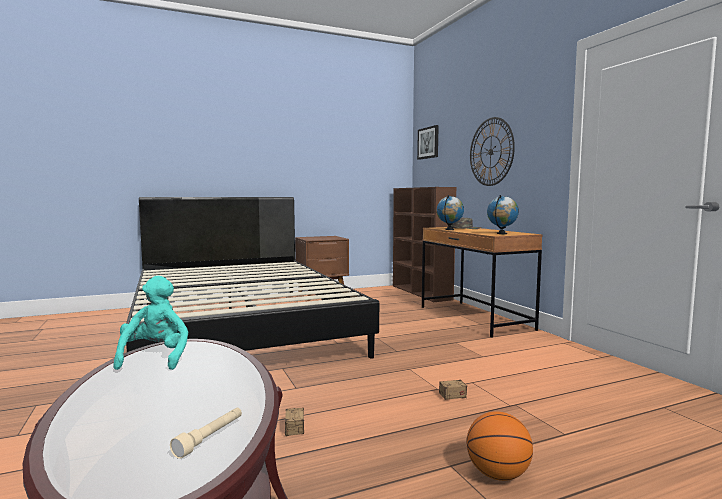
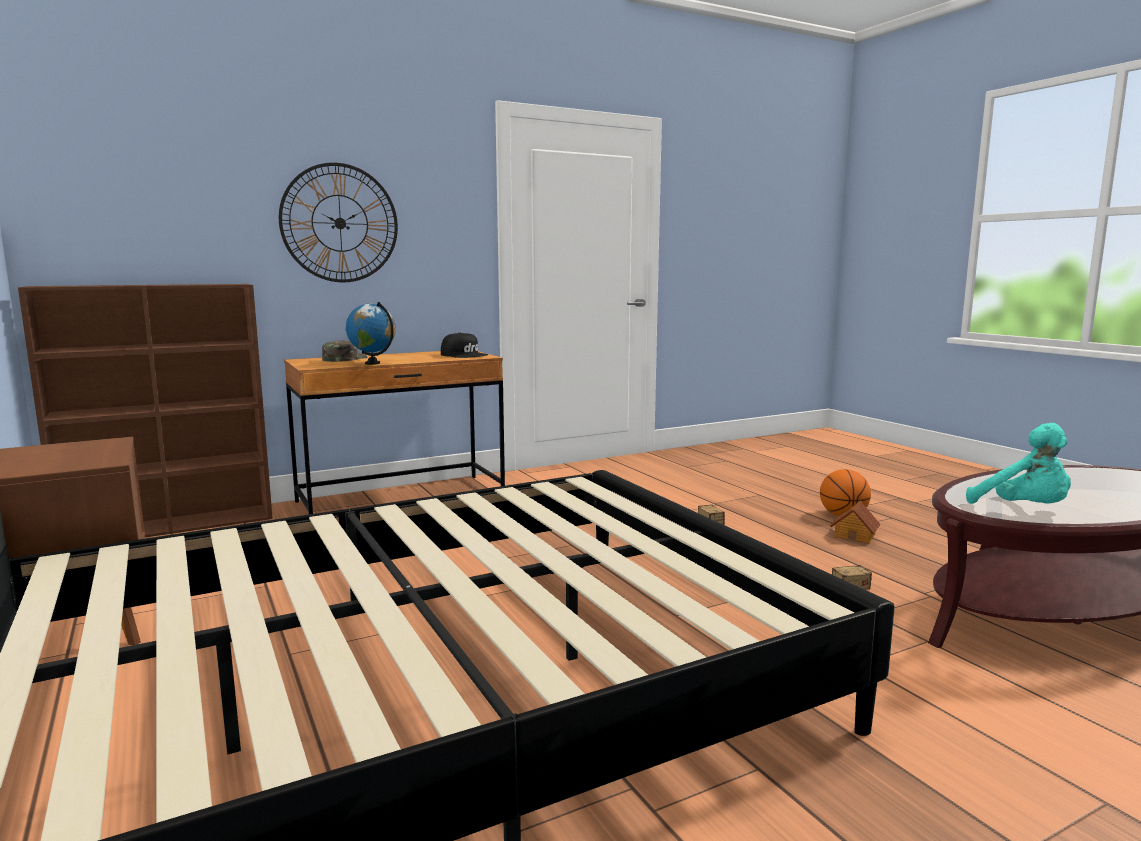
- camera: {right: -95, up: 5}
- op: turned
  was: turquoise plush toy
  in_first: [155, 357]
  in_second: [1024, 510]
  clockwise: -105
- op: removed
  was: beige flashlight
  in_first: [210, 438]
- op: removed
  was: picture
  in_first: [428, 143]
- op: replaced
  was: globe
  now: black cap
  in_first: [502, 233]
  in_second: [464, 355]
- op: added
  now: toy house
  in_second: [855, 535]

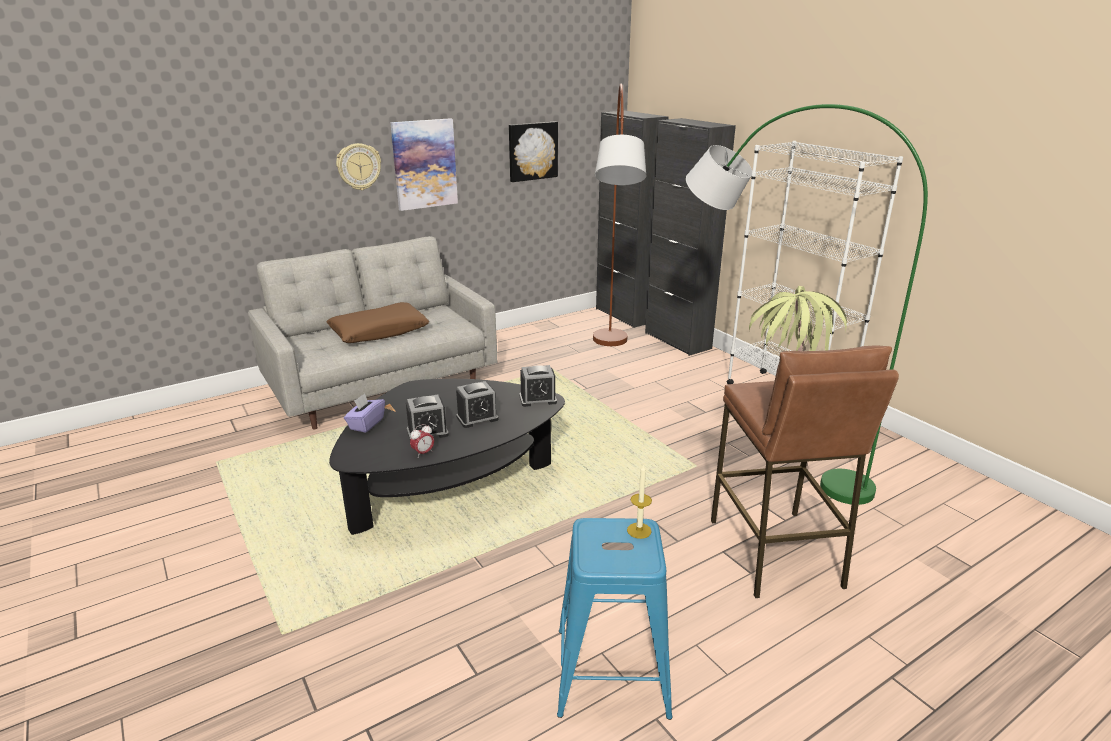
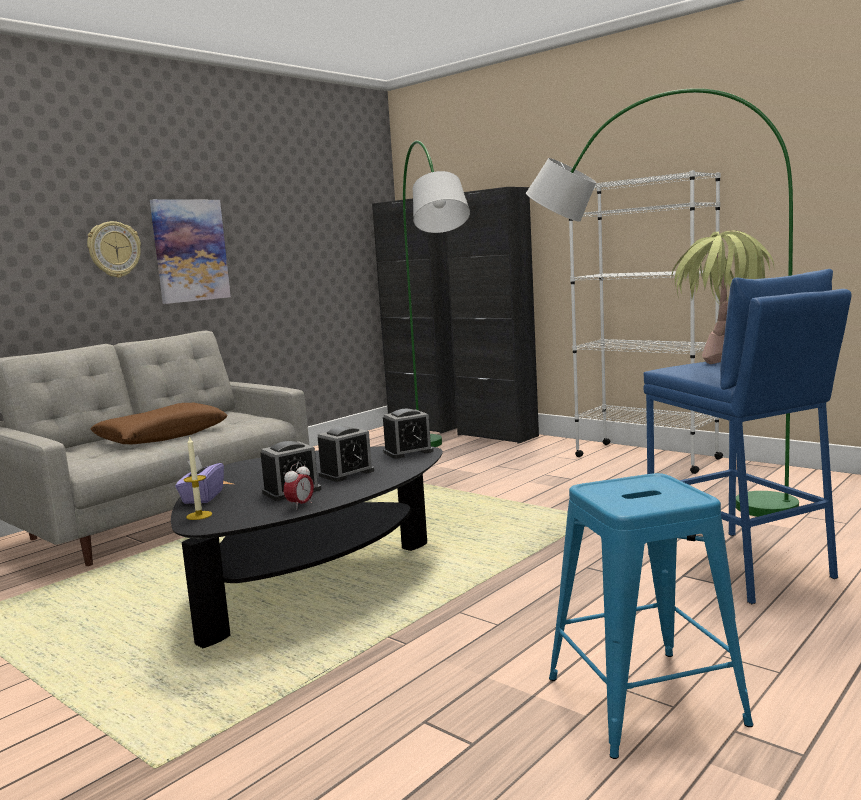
- camera: {right: -15, up: -15}
- op: removed
  was: picture
  in_first: [532, 151]
- op: recoloured
  was: brown floor lamp
  now: green floor lamp
  in_first: [611, 367]
  in_second: [439, 463]
- op: moved
  was: candle
  in_first: [639, 530]
  in_second: [199, 515]
- op: recoloured
  was: brown stool
  now: blue stool
  in_first: [775, 553]
  in_second: [739, 566]

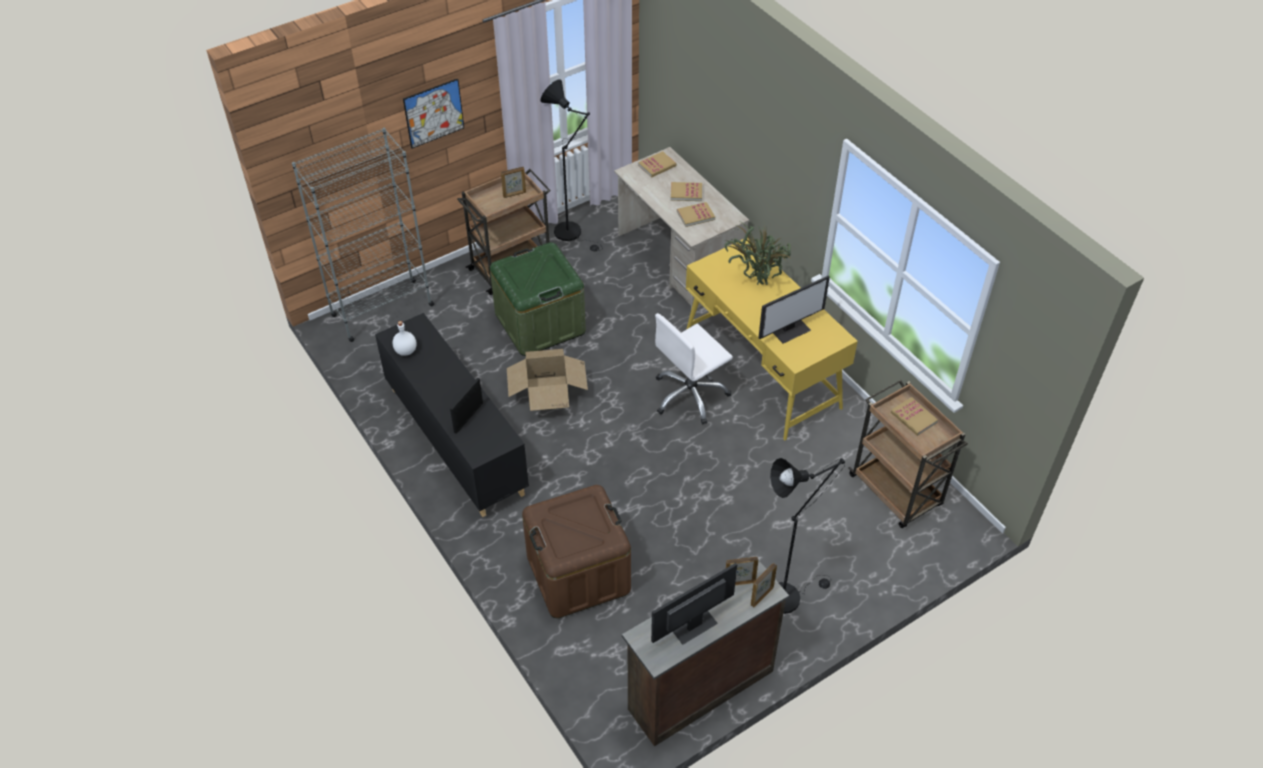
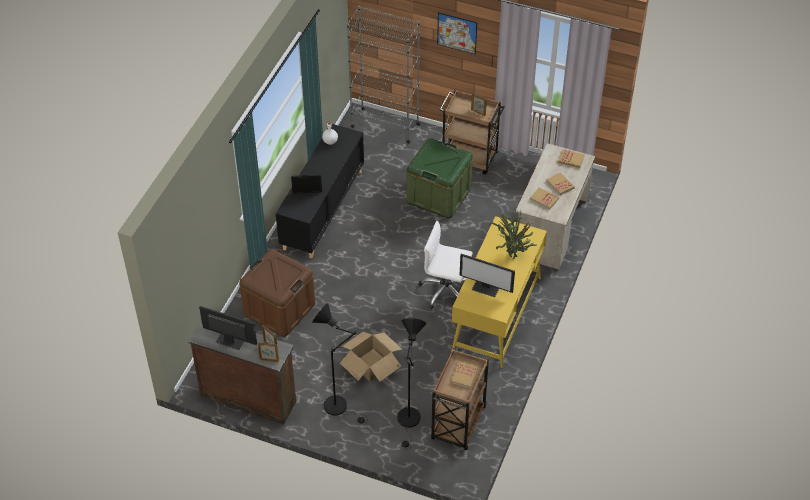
- camera: {right: 55, up: 0}
- op: moved
  was: cardboard box
  in_first: [548, 391]
  in_second: [371, 365]
- op: moved
  was: black floor lamp
  in_first: [572, 233]
  in_second: [409, 422]

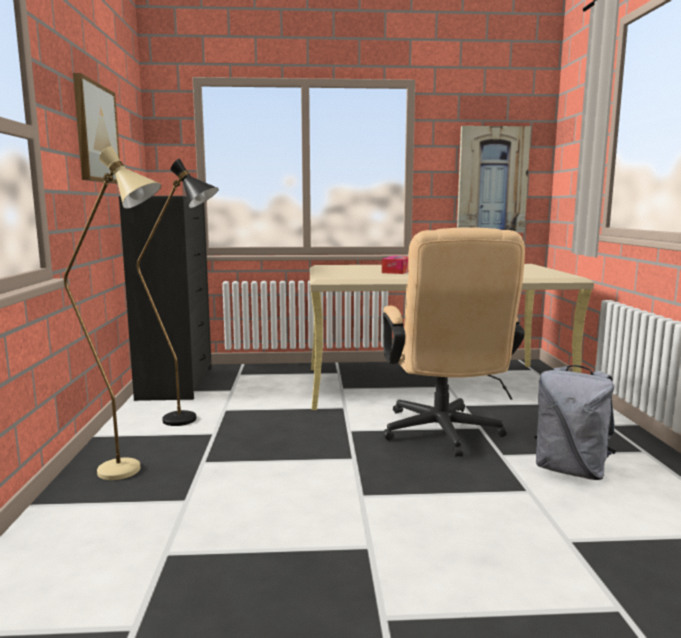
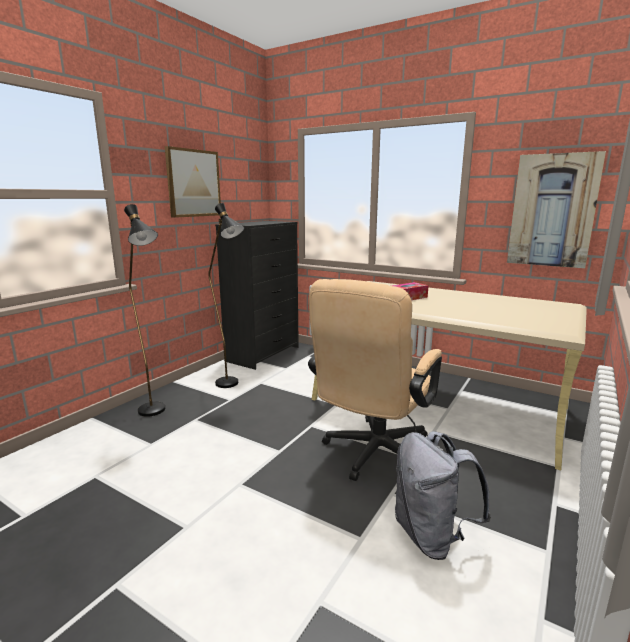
- camera: {right: 35, up: 5}
- op: recoloured
  was: beige floor lamp
  now: black floor lamp
  in_first: [133, 472]
  in_second: [156, 413]

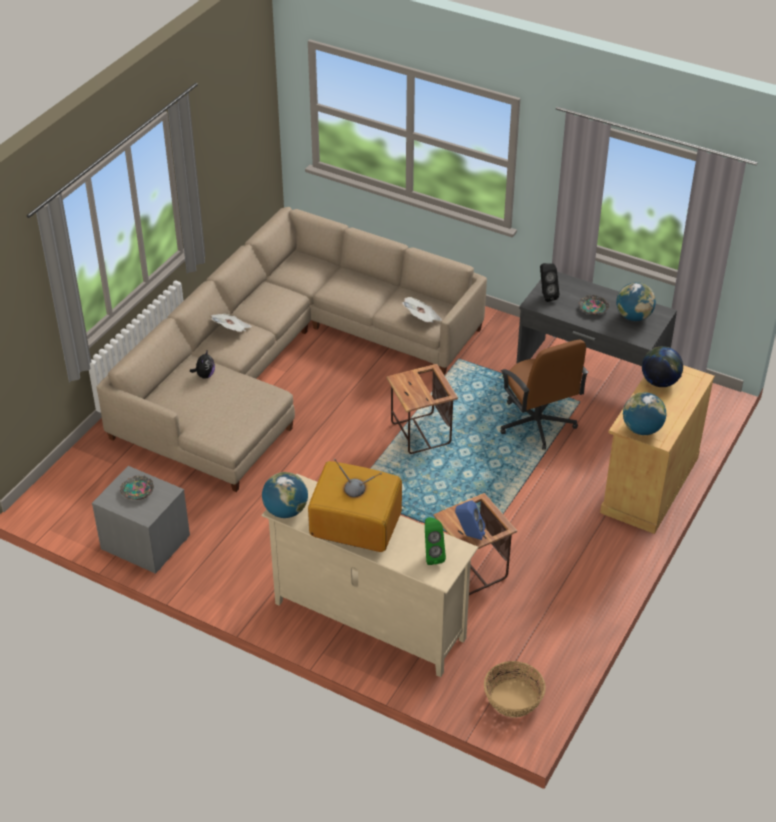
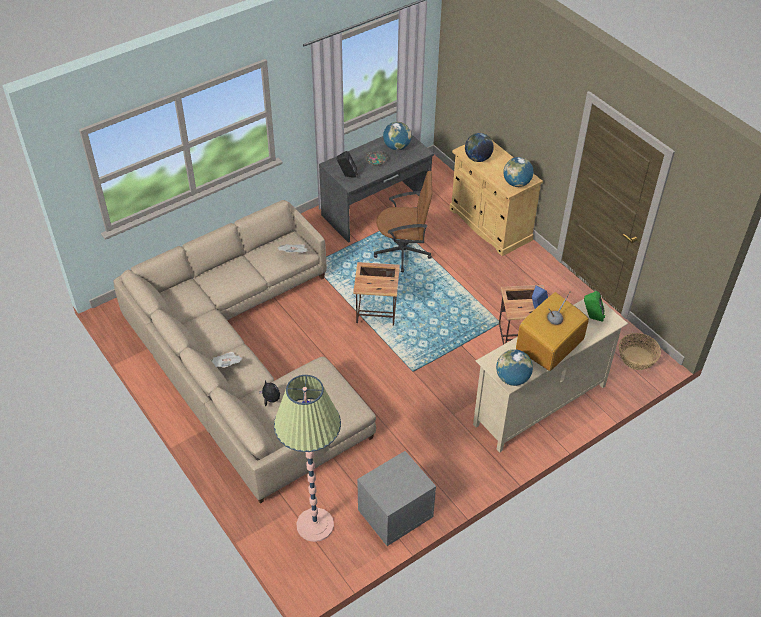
- camera: {right: -65, up: 5}
- op: removed
  was: bowl
  in_first: [137, 491]
- op: added
  now: floor lamp
  in_second: [315, 525]

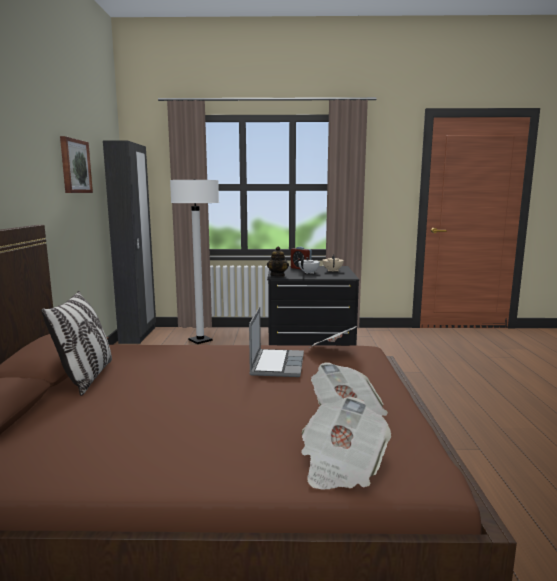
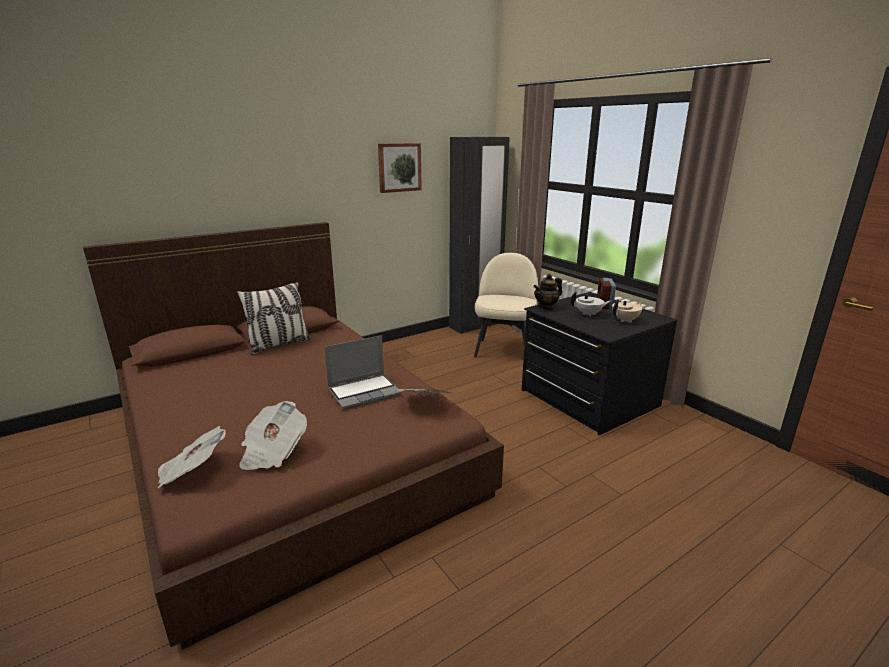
- camera: {right: 55, up: 10}
- op: replaced
  was: white floor lamp
  now: beige chair
  in_first: [200, 340]
  in_second: [504, 350]

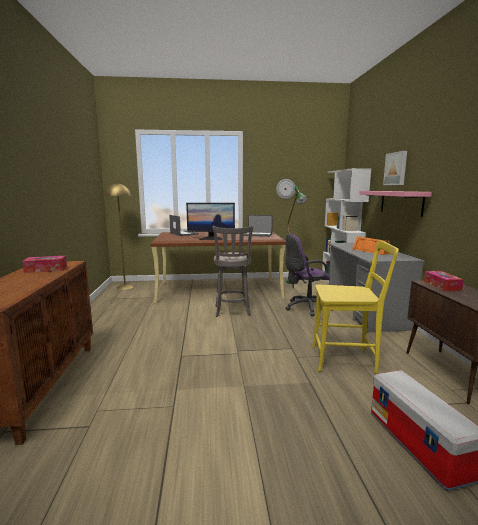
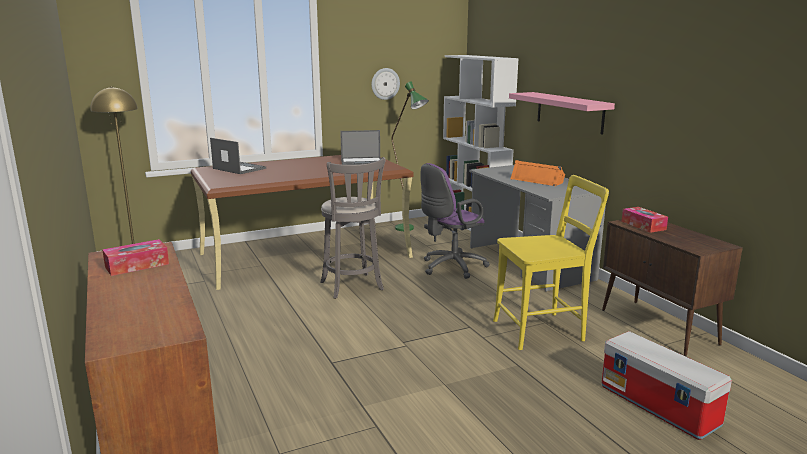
- camera: {right: -20, up: 5}
- op: removed
  was: monitor
  in_first: [211, 238]
- op: removed
  was: picture
  in_first: [396, 168]

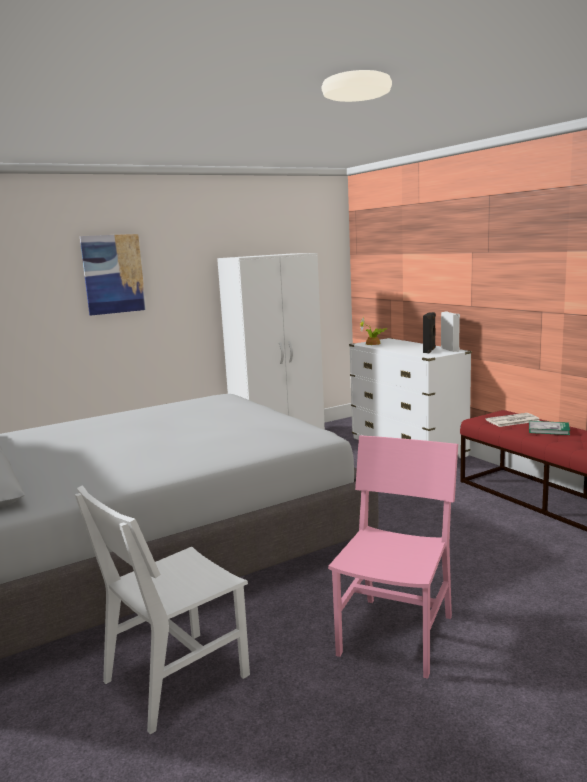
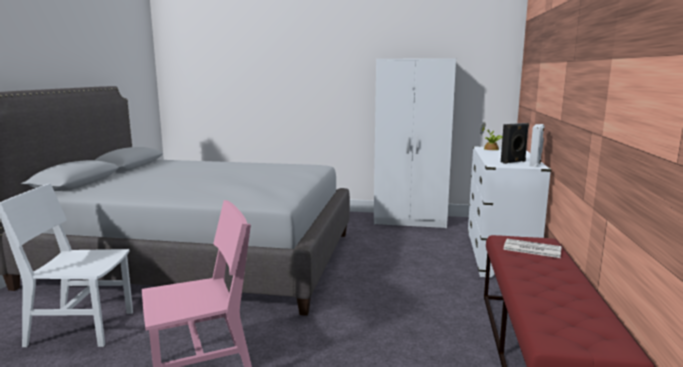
- camera: {right: 40, up: 0}
- op: removed
  was: picture
  in_first: [113, 274]
- op: removed
  was: book
  in_first: [548, 430]

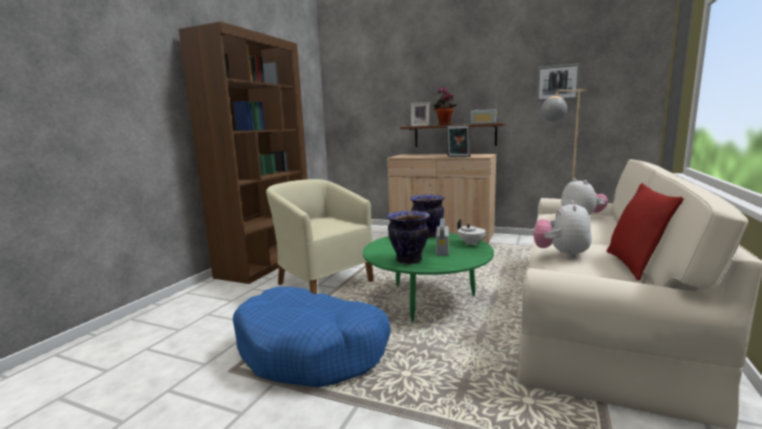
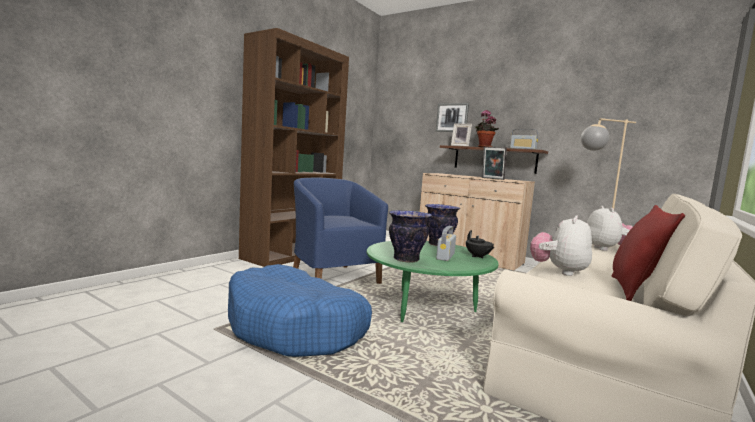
- camera: {right: 10, up: -5}
- op: recoloured
  was: beige armchair
  now: blue armchair
  in_first: [322, 282]
  in_second: [333, 277]
- op: recoloured
  was: white teapot
  now: black teapot
  in_first: [471, 244]
  in_second: [478, 256]
- op: moved
  was: picture
  in_first: [557, 82]
  in_second: [452, 117]

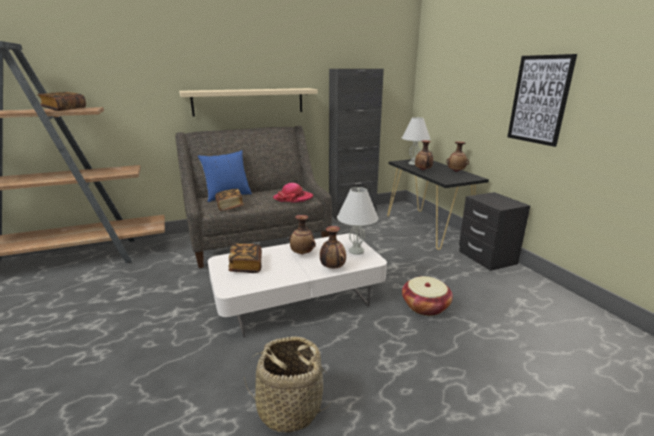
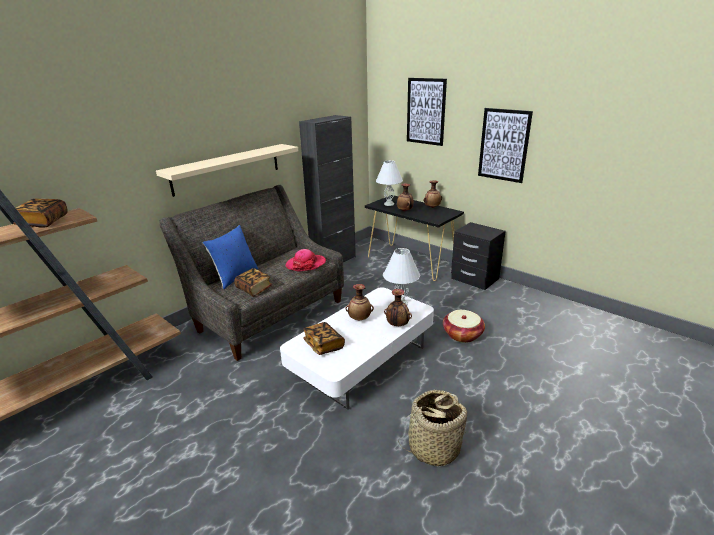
- camera: {right: -25, up: 5}
- op: added
  now: picture
  in_second: [426, 111]

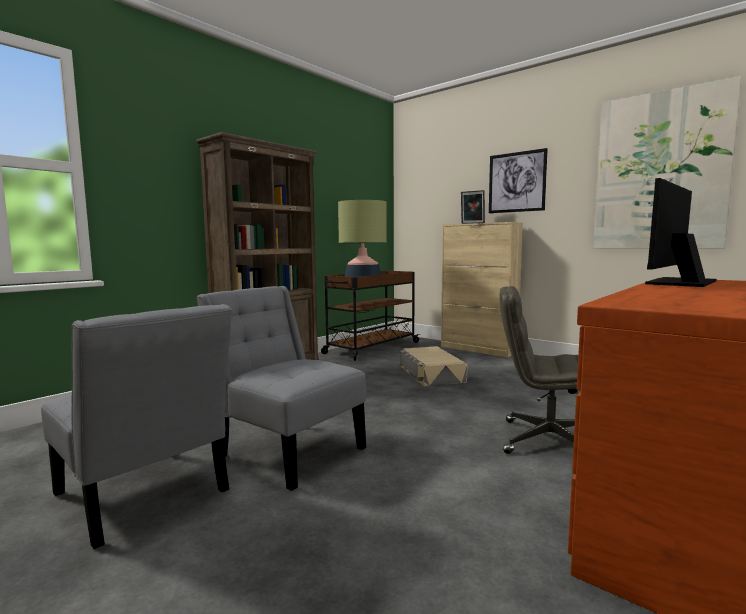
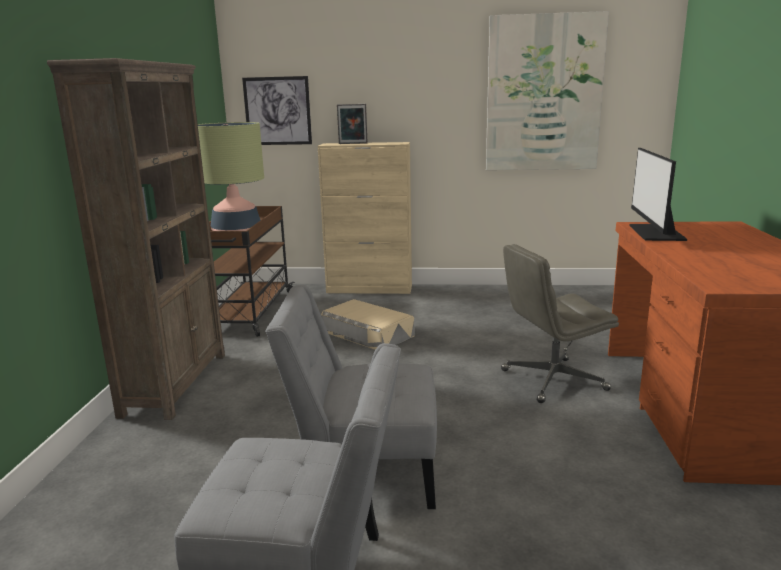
- camera: {right: -35, up: 10}
- op: moved
  was: picture
  in_first: [516, 182]
  in_second: [277, 111]

